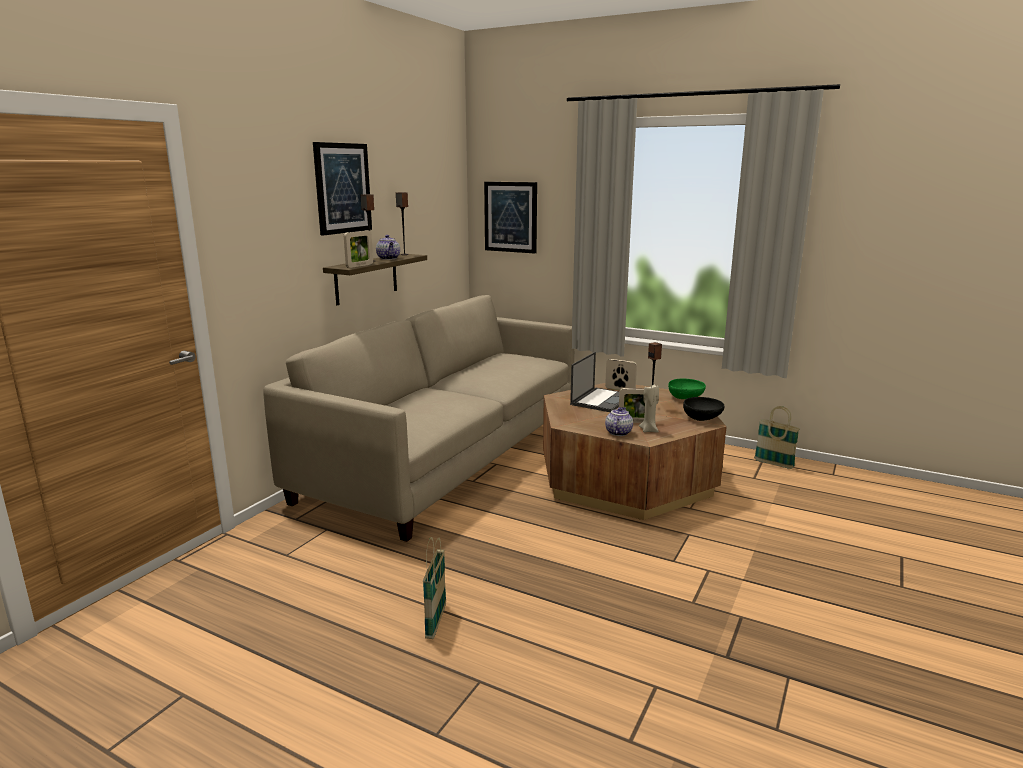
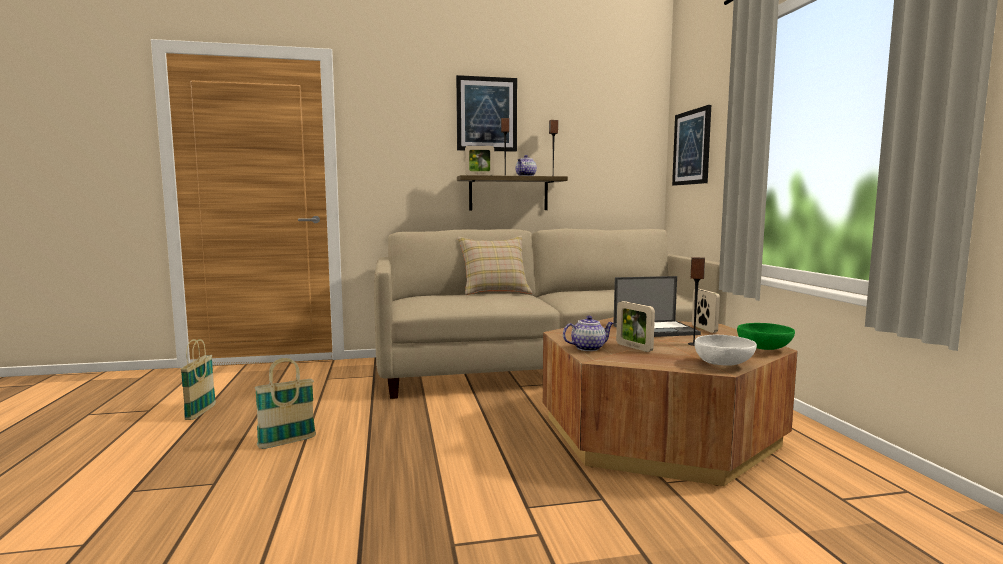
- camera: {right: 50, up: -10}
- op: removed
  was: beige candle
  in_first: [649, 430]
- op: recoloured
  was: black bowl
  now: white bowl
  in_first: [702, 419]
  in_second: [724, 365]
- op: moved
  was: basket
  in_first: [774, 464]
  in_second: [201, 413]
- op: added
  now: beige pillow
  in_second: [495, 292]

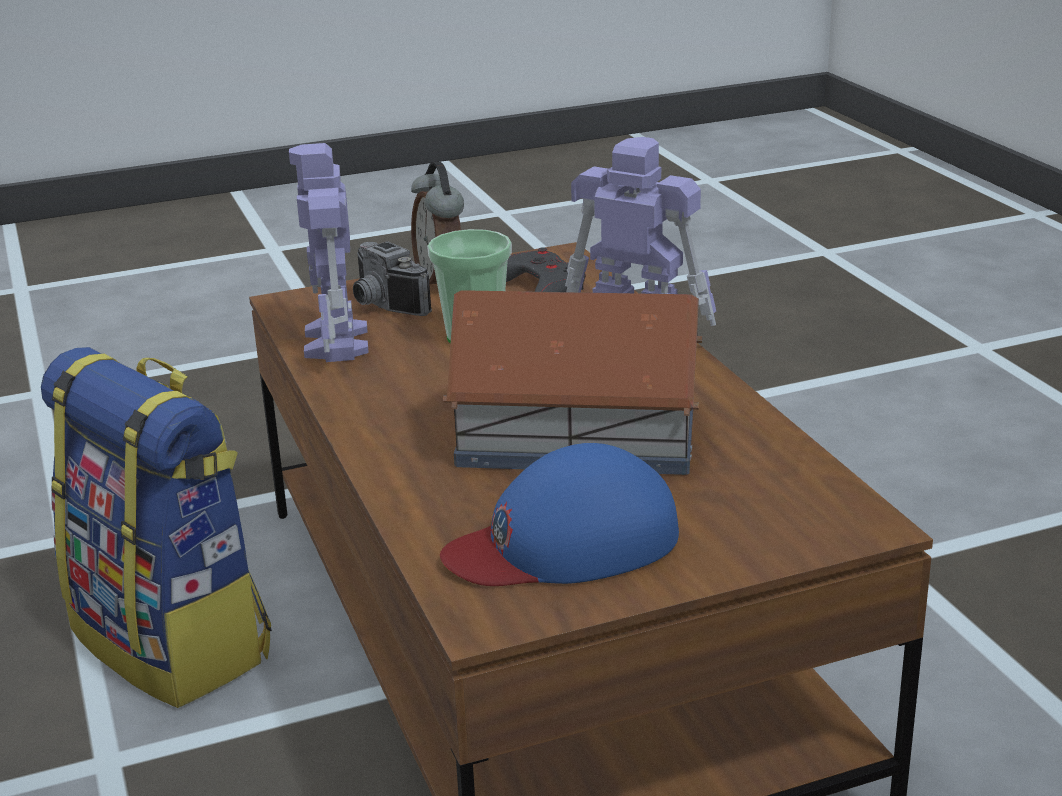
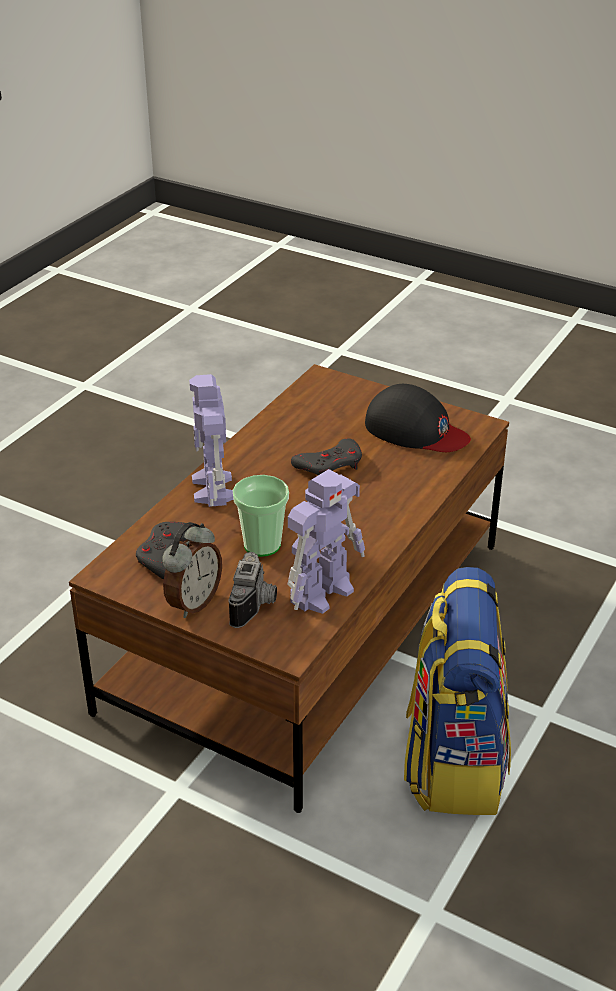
- camera: {right: -130, up: 10}
- op: recoloured
  was: blue cap
  now: black cap
  in_first: [565, 543]
  in_second: [415, 430]
- op: replaced
  was: toy house
  now: grey game controller
  in_first: [575, 433]
  in_second: [330, 465]

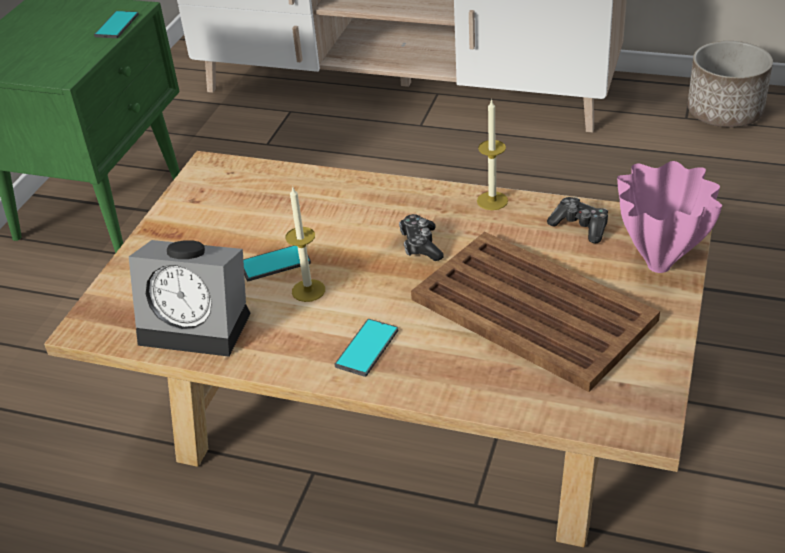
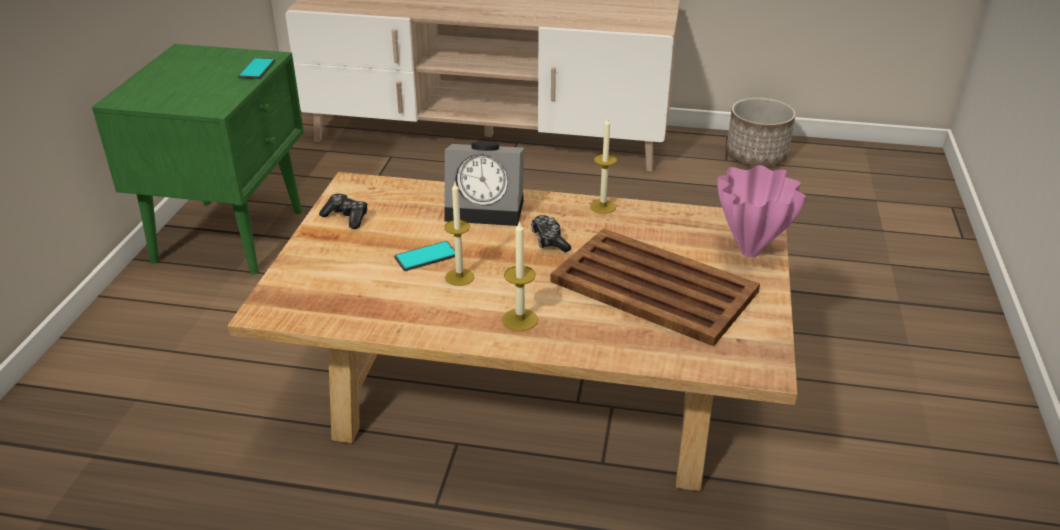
- camera: {right: -10, up: -5}
- op: moved
  was: alarm clock
  in_first: [200, 325]
  in_second: [488, 208]
- op: replaced
  was: phone
  now: candle
  in_first: [367, 348]
  in_second: [520, 319]
- op: moved
  was: game controller
  in_first: [580, 226]
  in_second: [346, 217]

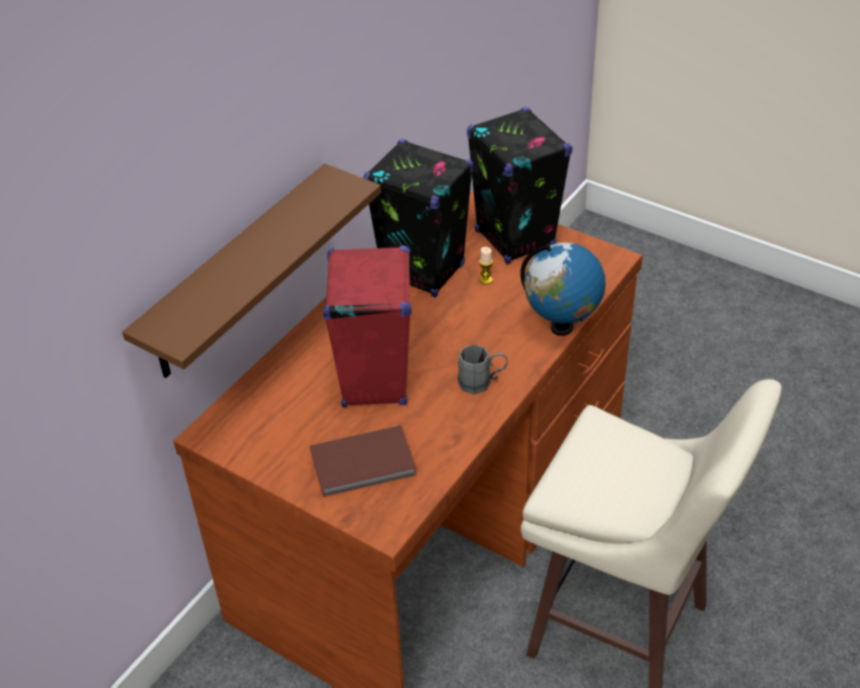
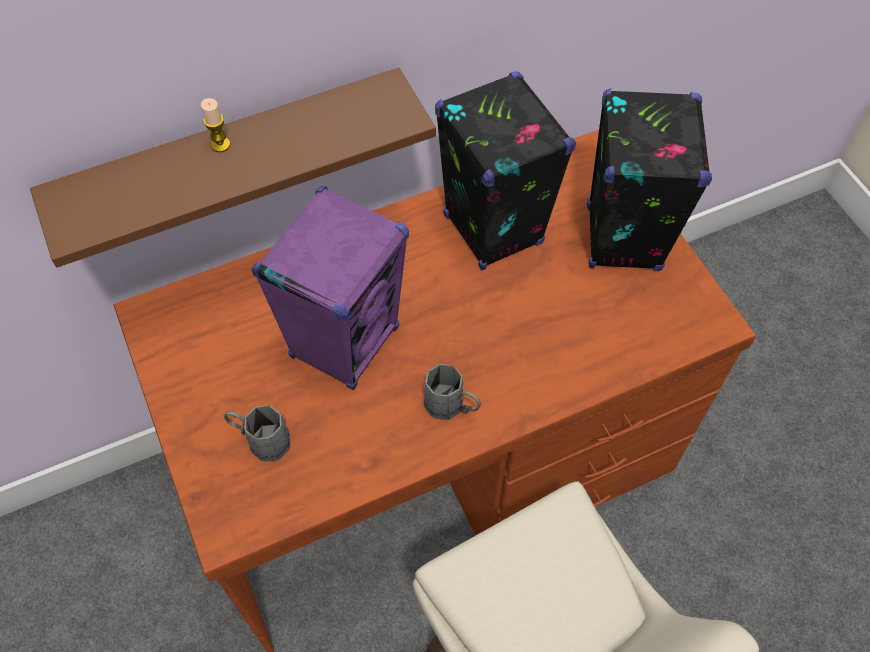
- camera: {right: 30, up: 15}
- op: replaced
  was: brown book
  now: grey mug
  in_first: [364, 464]
  in_second: [260, 440]
- op: recoloured
  was: red speaker
  now: purple speaker
  in_first: [374, 381]
  in_second: [345, 342]
- op: moved
  was: candle
  in_first: [486, 280]
  in_second: [220, 145]
- op: removed
  was: globe
  in_first: [561, 327]

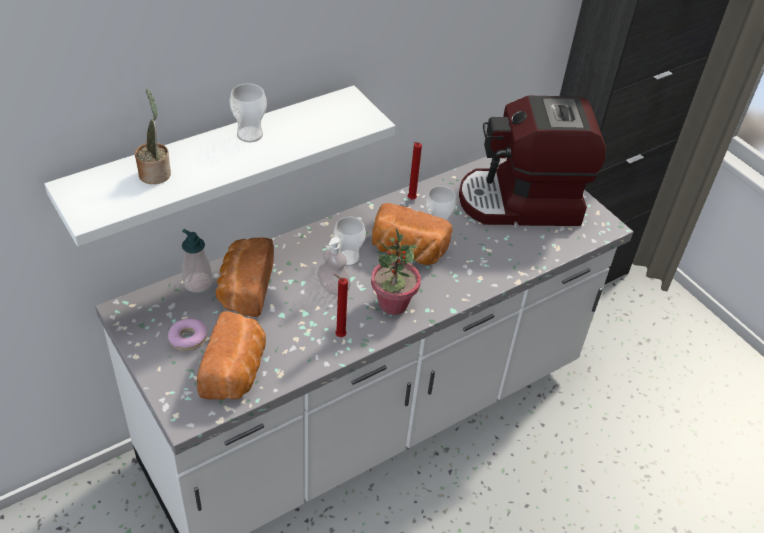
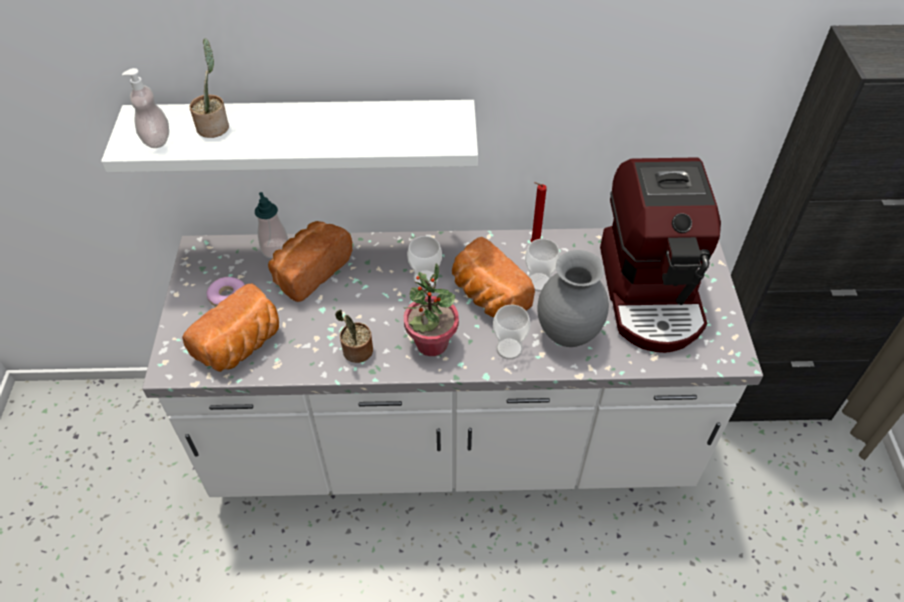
- camera: {right: 35, up: 5}
- op: moved
  was: cup
  in_first: [250, 134]
  in_second: [509, 348]
- op: moved
  was: soap dispenser
  in_first: [333, 287]
  in_second: [157, 139]
- op: replaced
  was: red candle
  now: potted plant
  in_first: [338, 335]
  in_second: [356, 352]
- op: turned
  was: coffee machine
  in_first: [522, 203]
  in_second: [652, 292]
  clockwise: -120
- op: added
  now: grey vase
  in_second: [567, 335]

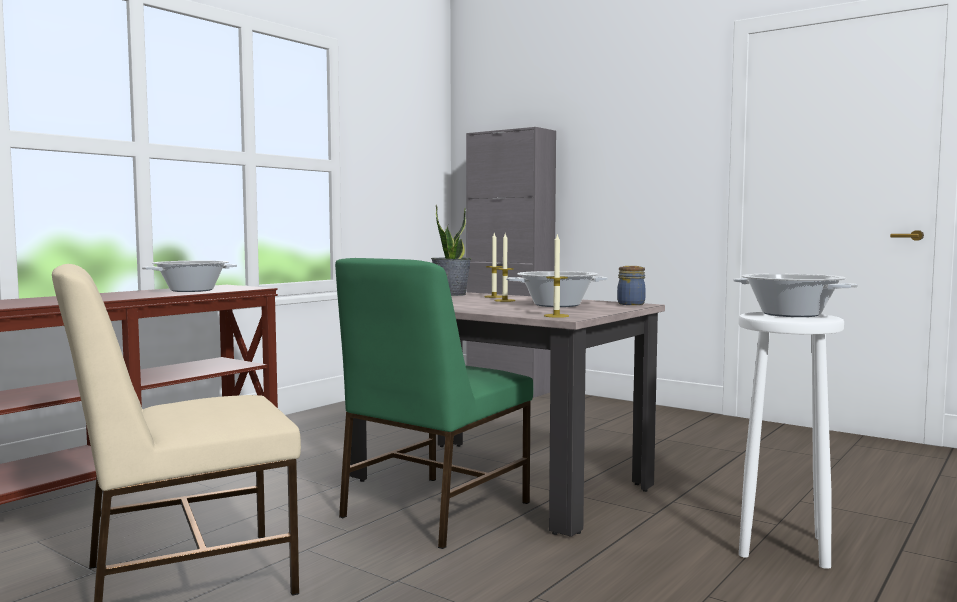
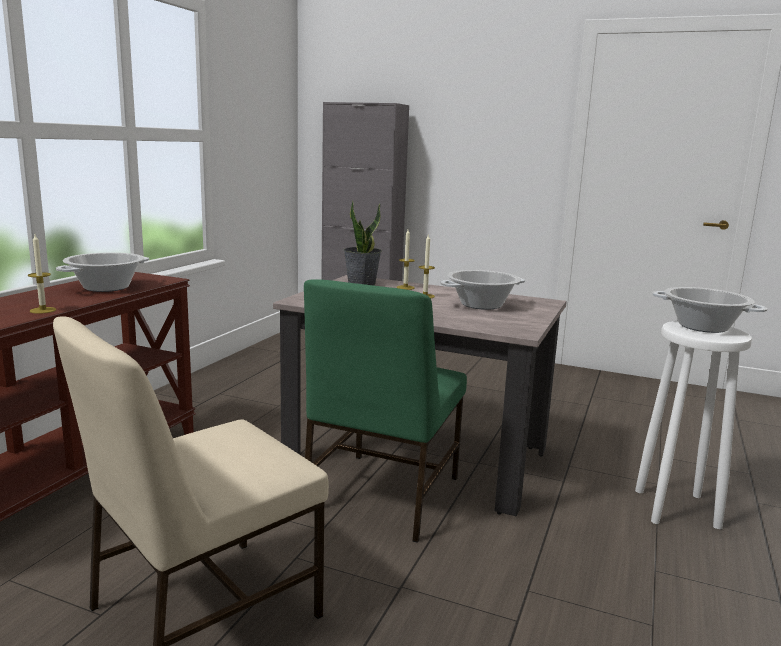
- camera: {right: -15, up: 10}
- op: moved
  was: candle
  in_first: [556, 316]
  in_second: [43, 310]
- op: removed
  was: jar
  in_first: [632, 304]

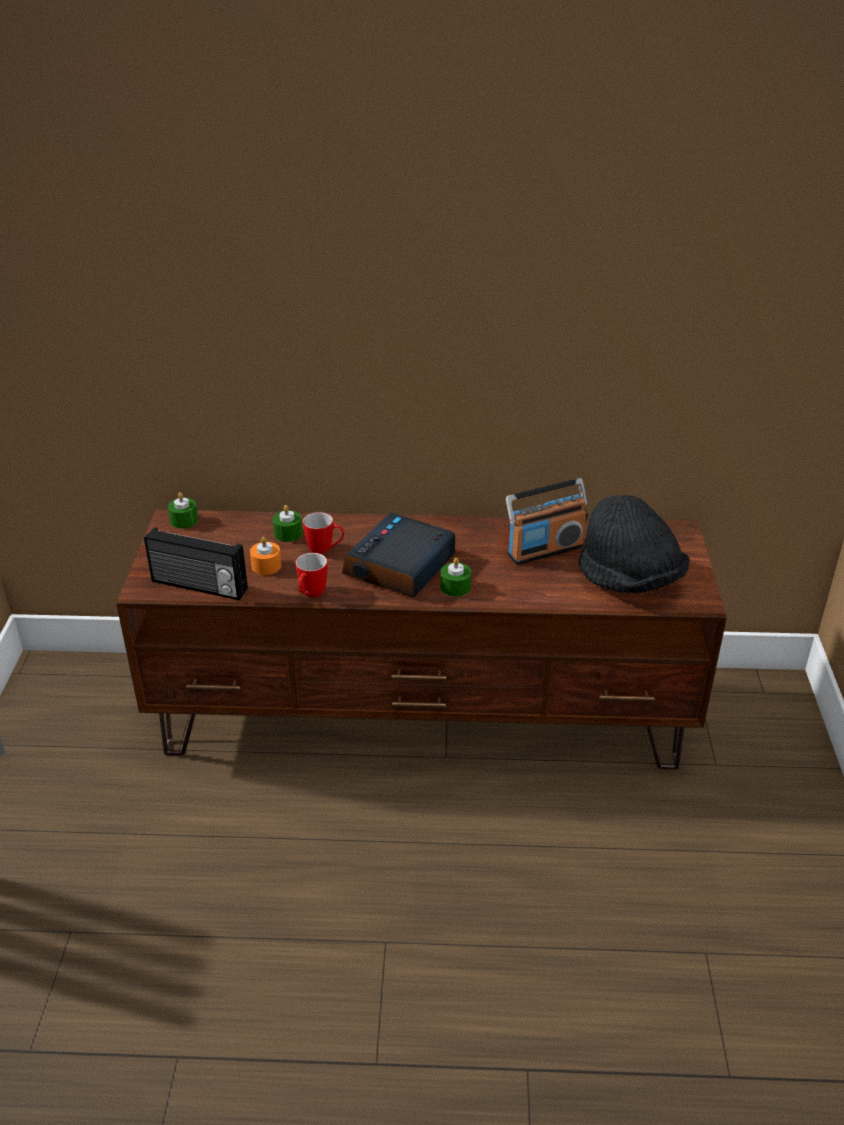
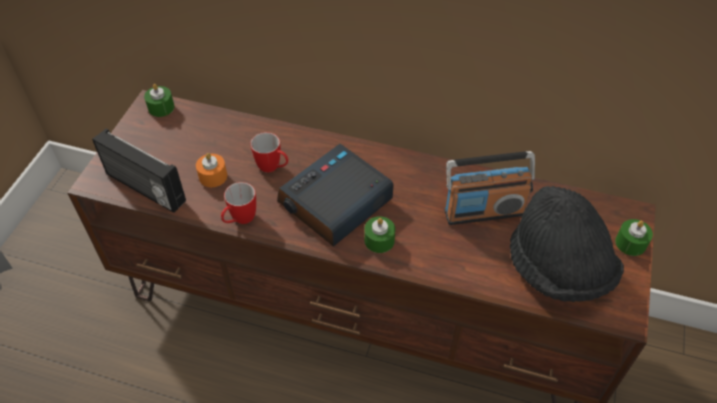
- camera: {right: 15, up: 15}
- op: moved
  was: green candle
  in_first: [288, 533]
  in_second: [630, 243]

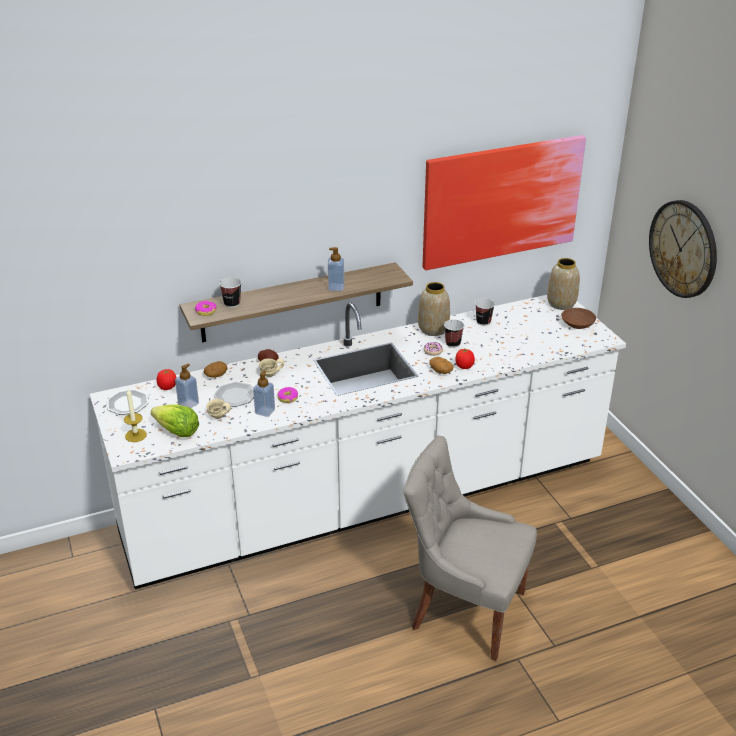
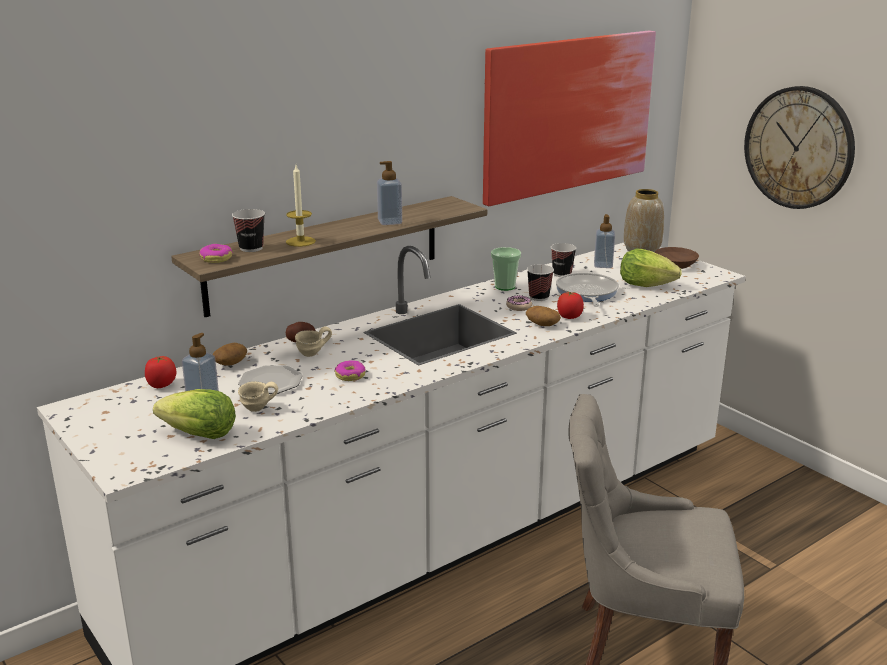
- camera: {right: -15, up: -10}
- op: removed
  was: plate
  in_first: [127, 403]
- op: moved
  was: candle
  in_first: [135, 435]
  in_second: [300, 241]
- op: moved
  was: soap dispenser
  in_first: [265, 411]
  in_second: [603, 265]
- op: replaced
  was: vase
  now: cup
  in_first: [433, 329]
  in_second: [505, 287]
- op: added
  now: frying pan
  in_second: [586, 293]
- op: added
  now: lettuce
  in_second: [645, 285]

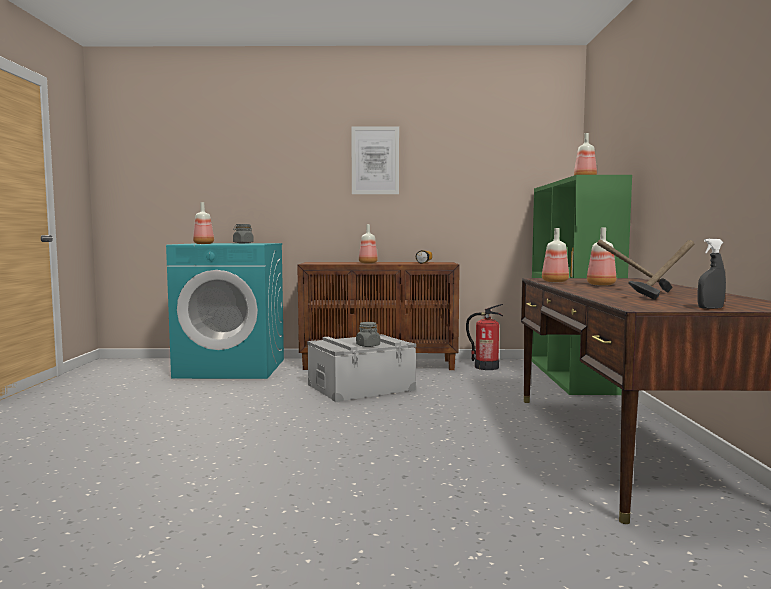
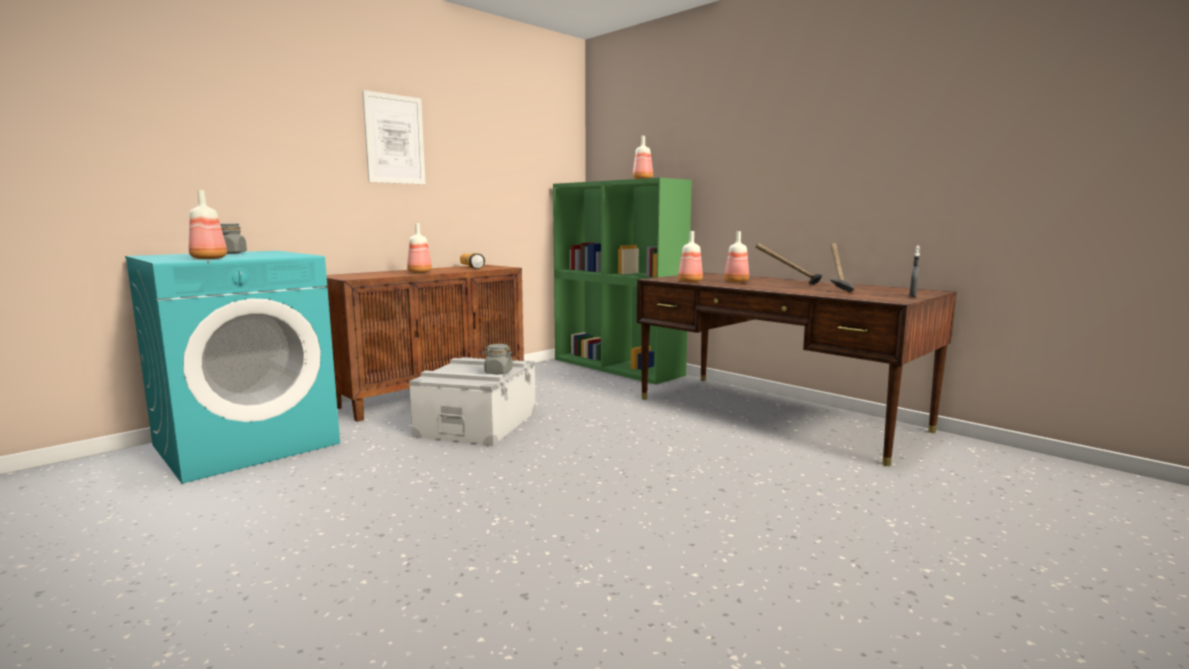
- camera: {right: -45, up: 5}
- op: removed
  was: fire extinguisher
  in_first: [486, 367]

